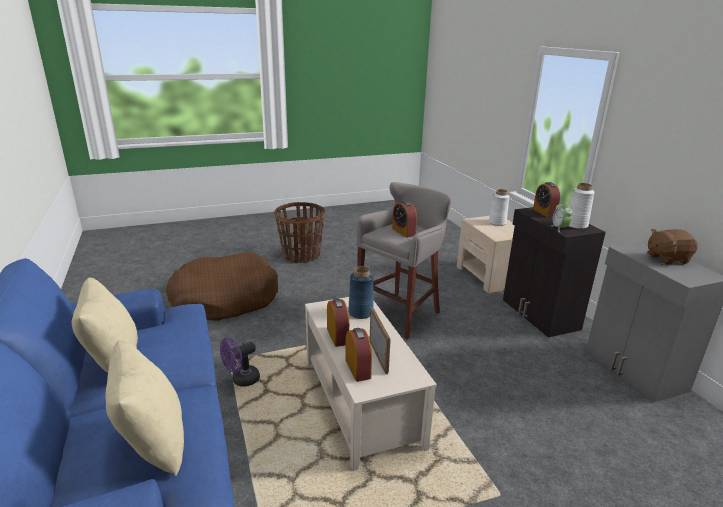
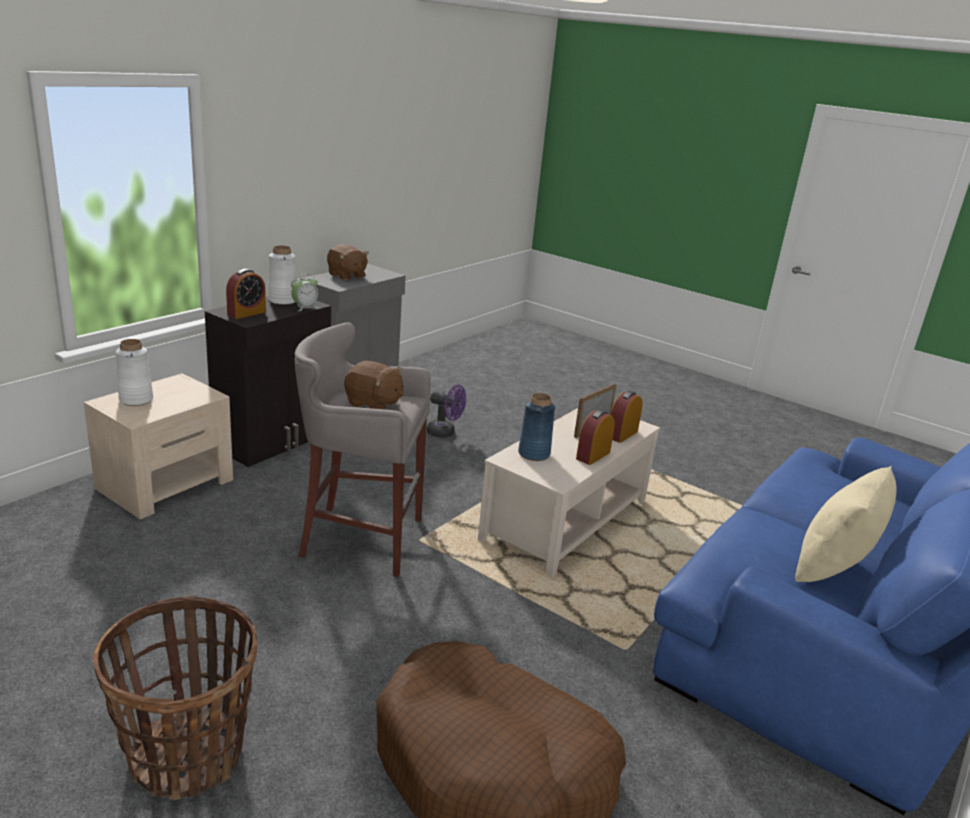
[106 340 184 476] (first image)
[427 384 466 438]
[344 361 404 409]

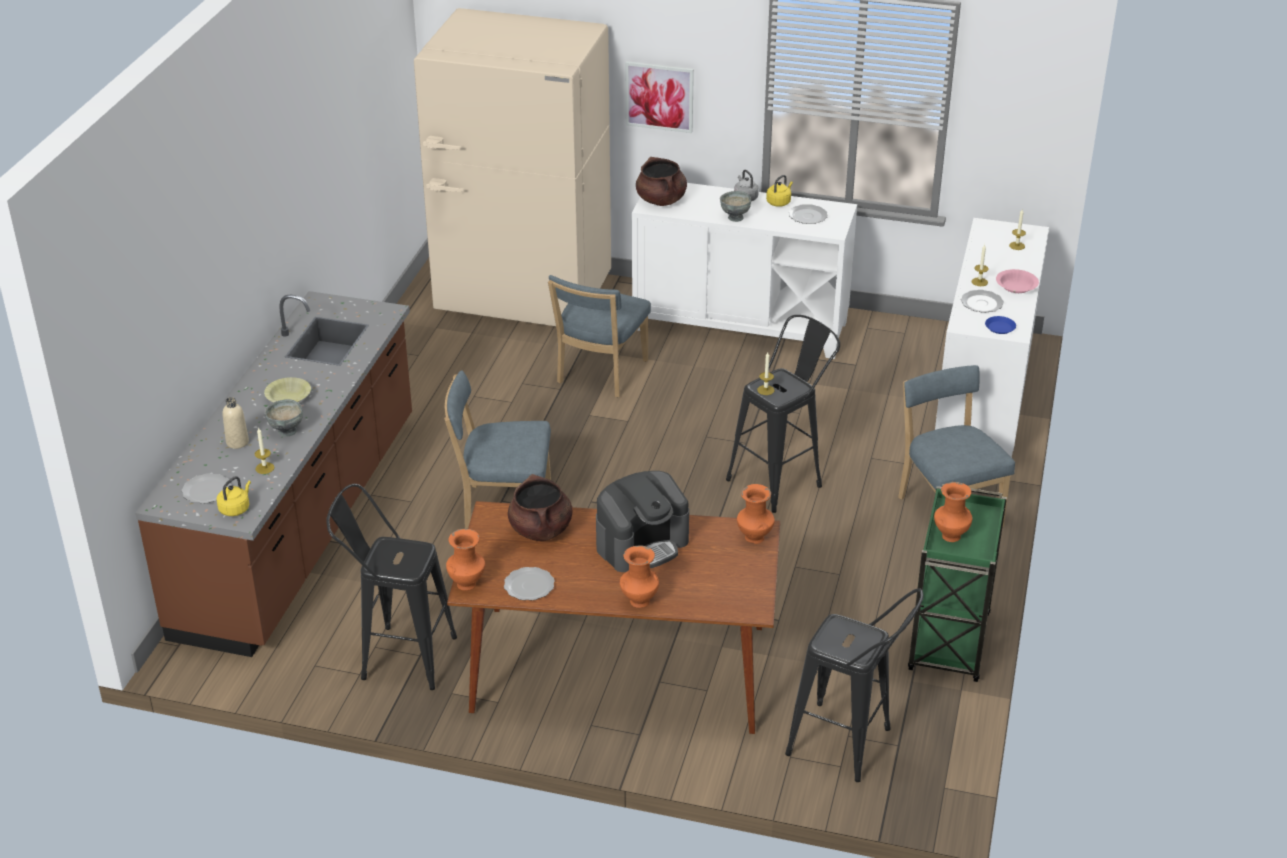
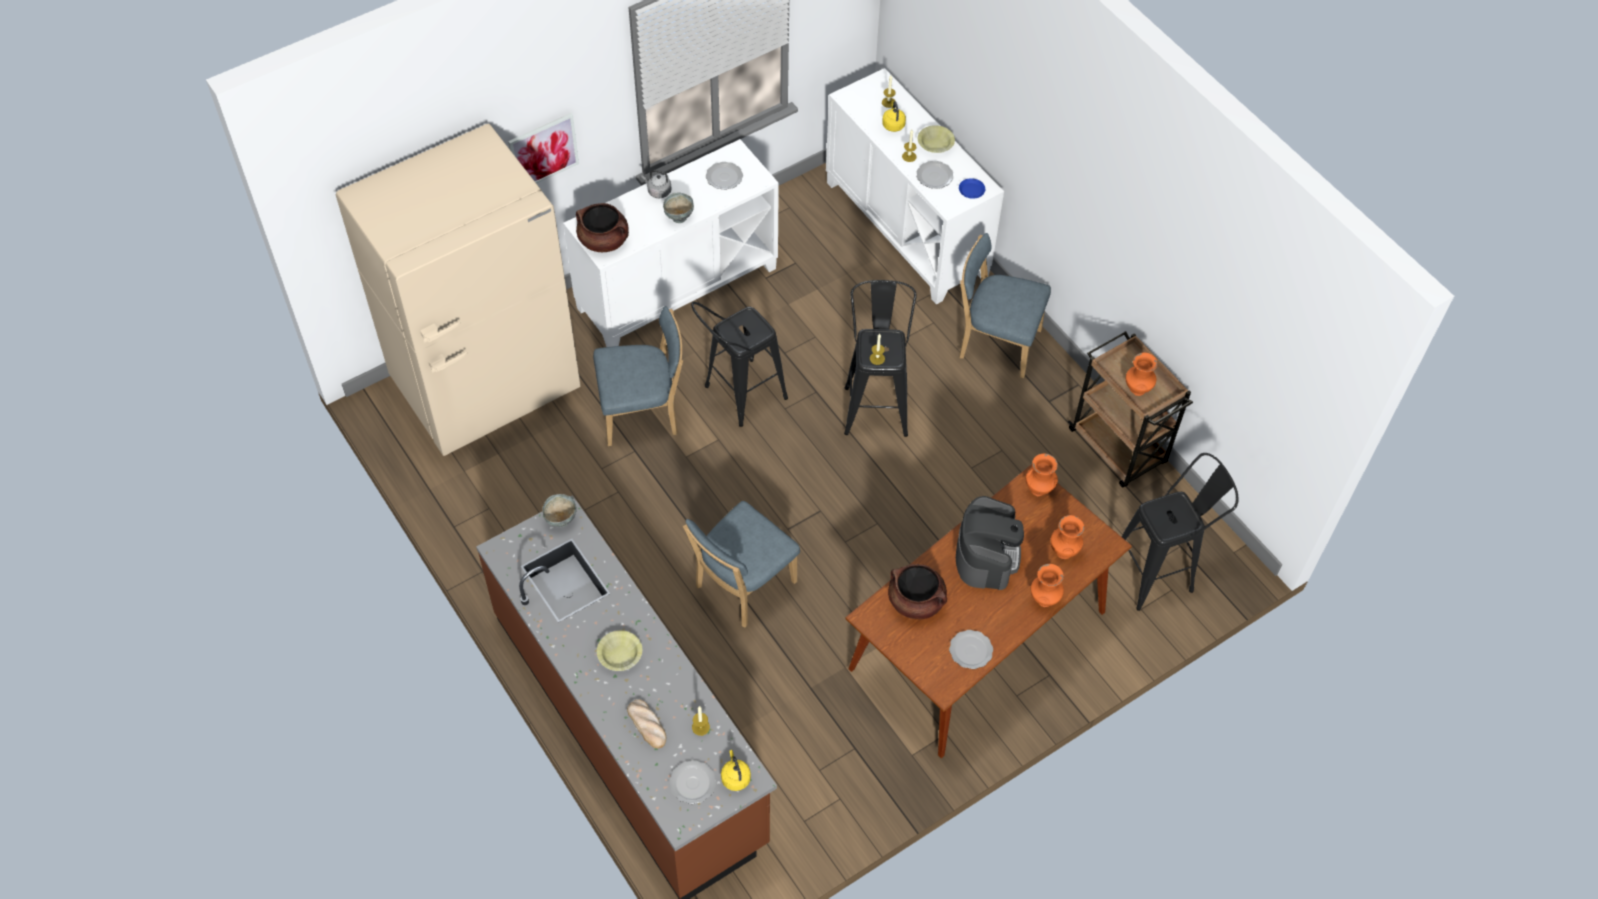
[627 699 666 749]
[542 494 577 527]
[691 302 788 427]
[1051 515 1085 559]
[593 306 683 446]
[882 101 906 132]
[1068 331 1193 487]
[918 125 955 153]

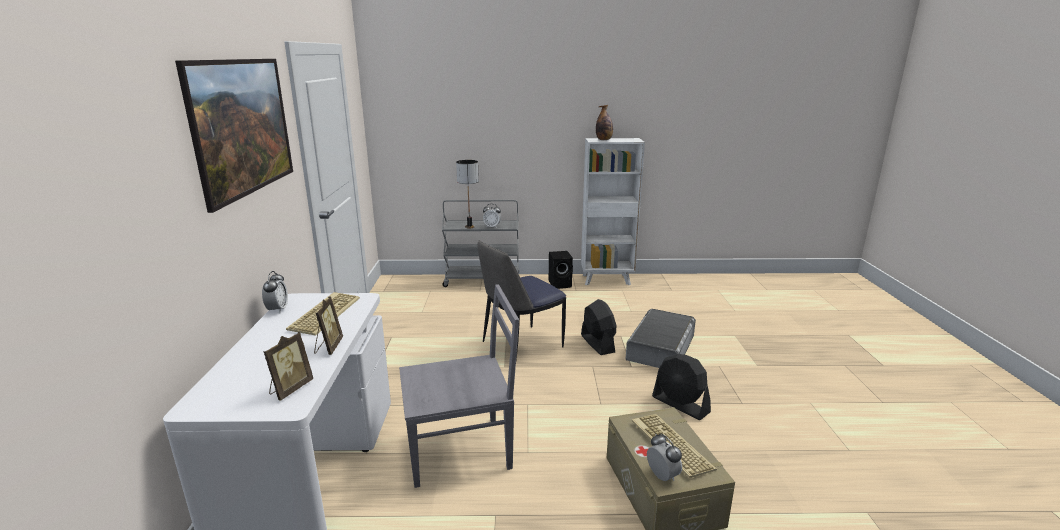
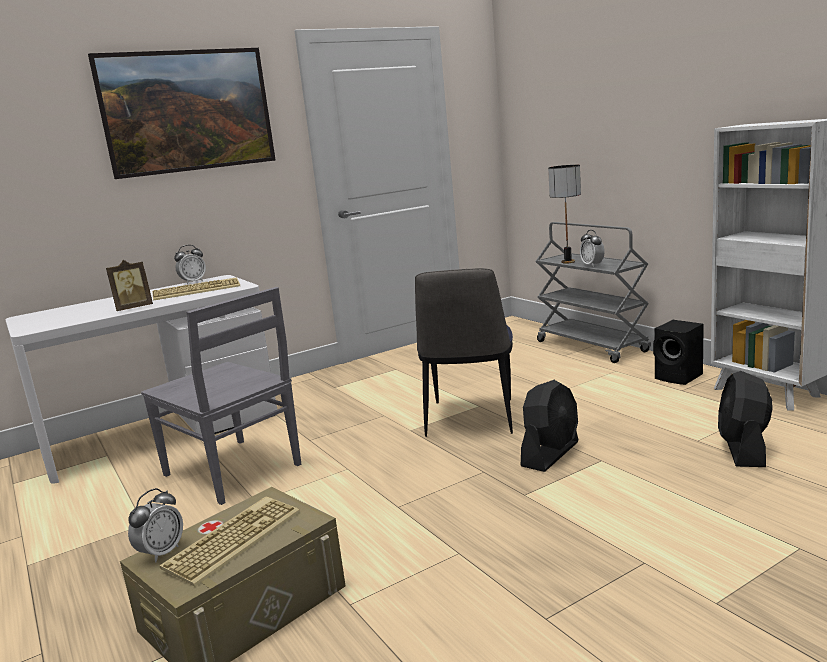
[263 332 313 401] (first image)
[415 268 513 437]
[596 105 613 140] (first image)
[626 309 696 368] (first image)
[718 371 772 467]

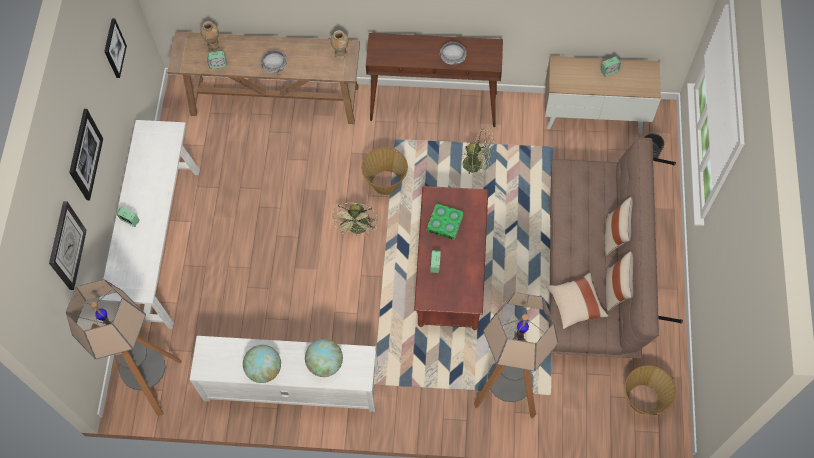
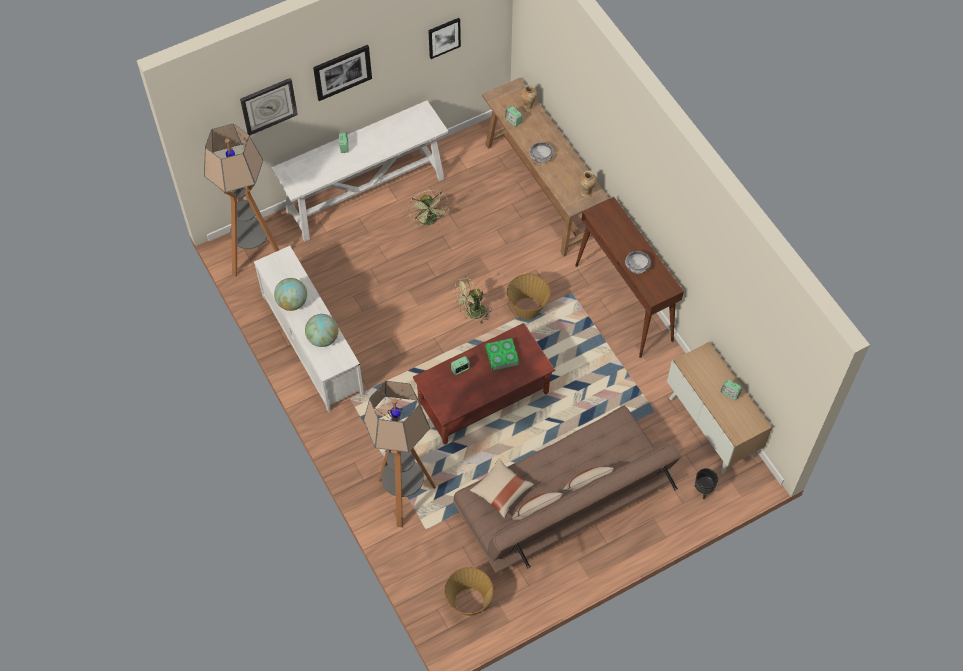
[408 190 449 228]

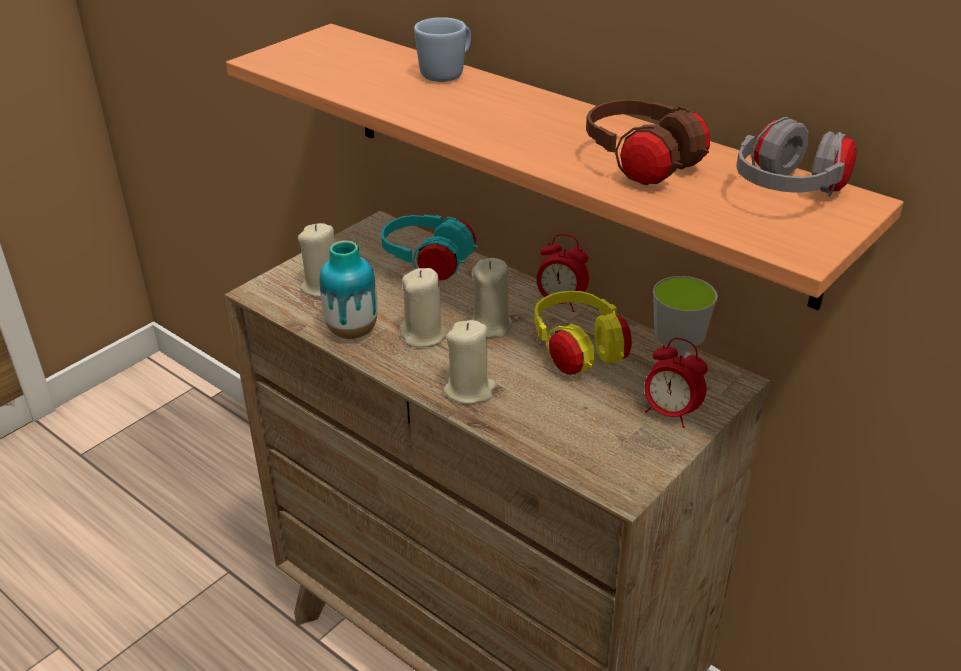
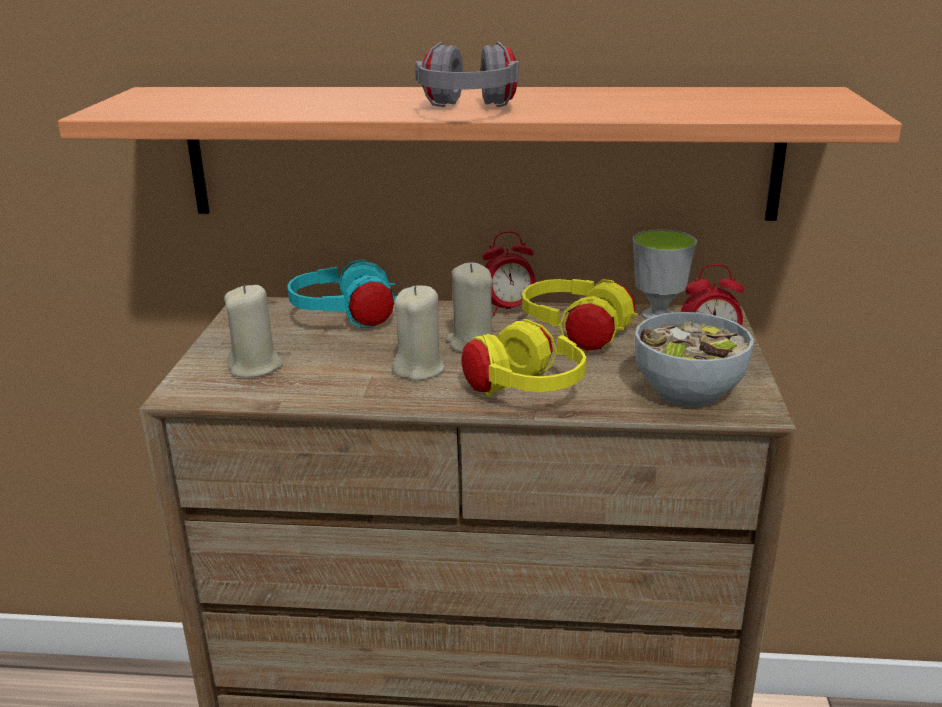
[320 240 377 339] (first image)
[414 17 471 82] (first image)
[461 319 586 397]
[586 99 710 185] (first image)
[415 42 518 107]
[634 312 754 407]

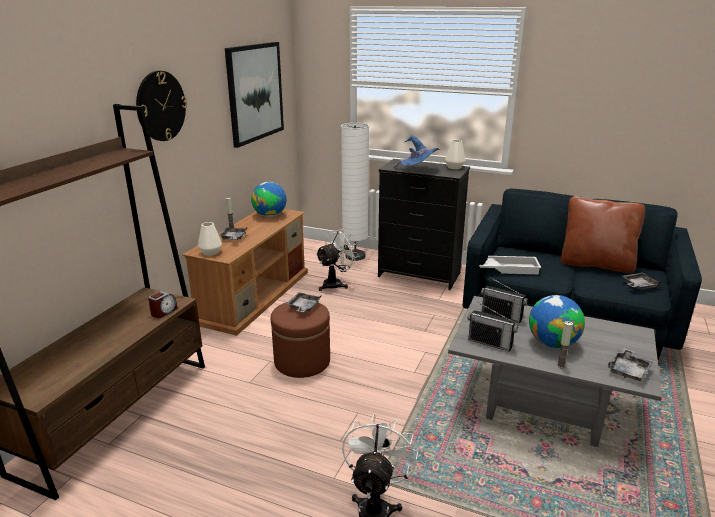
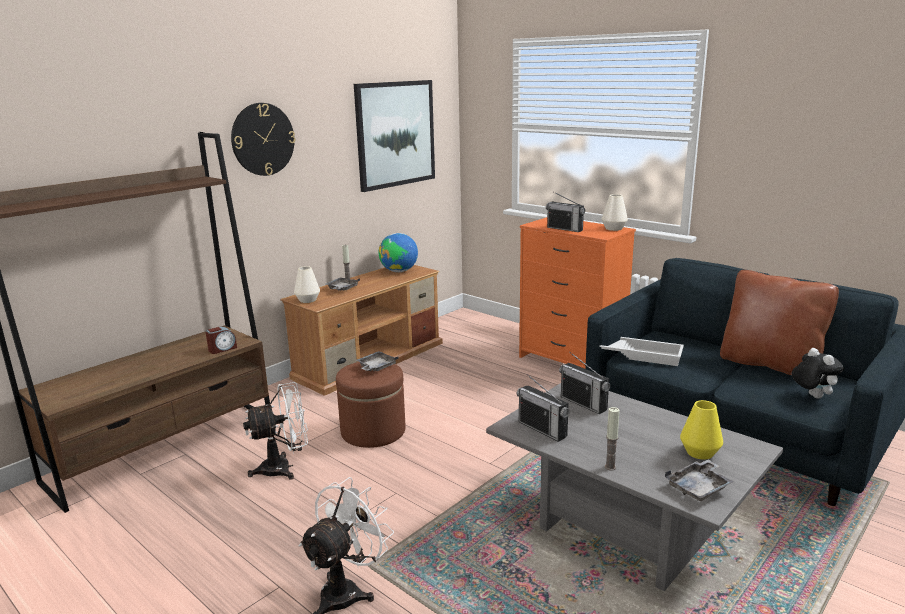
[243 382 308 480]
[341 123 369 261] (first image)
[519 217 636 369]
[546 192 585 232]
[529 295 585 348] (first image)
[792 348 844 399]
[680 400 723 460]

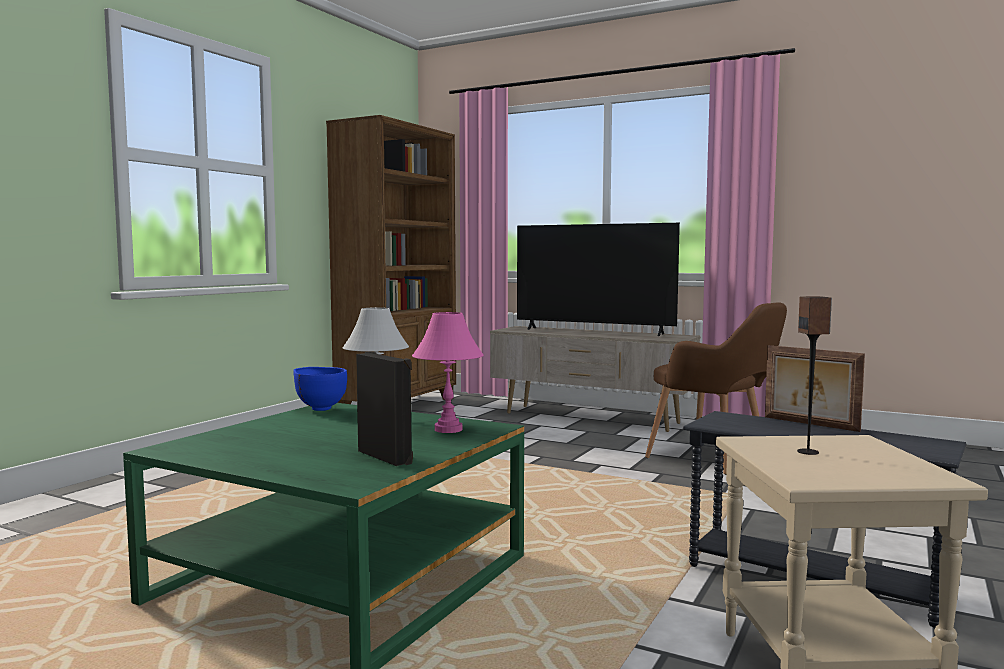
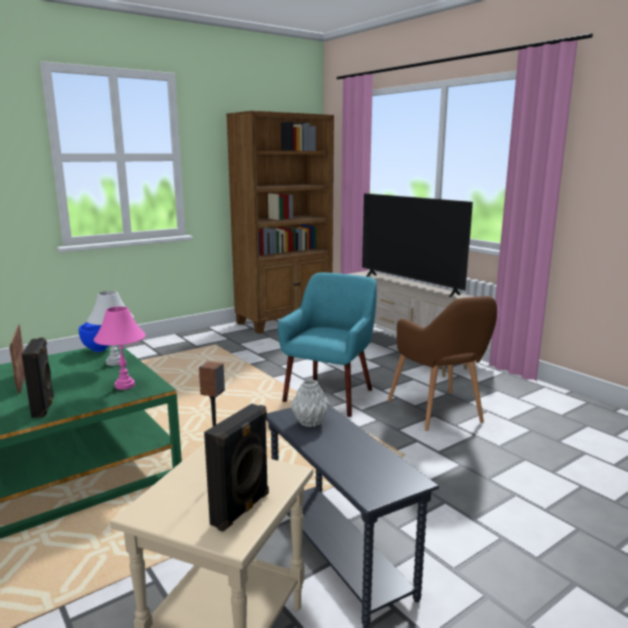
[9 325 25 394]
[204 404 269 532]
[278 272 377 417]
[291 379 330 427]

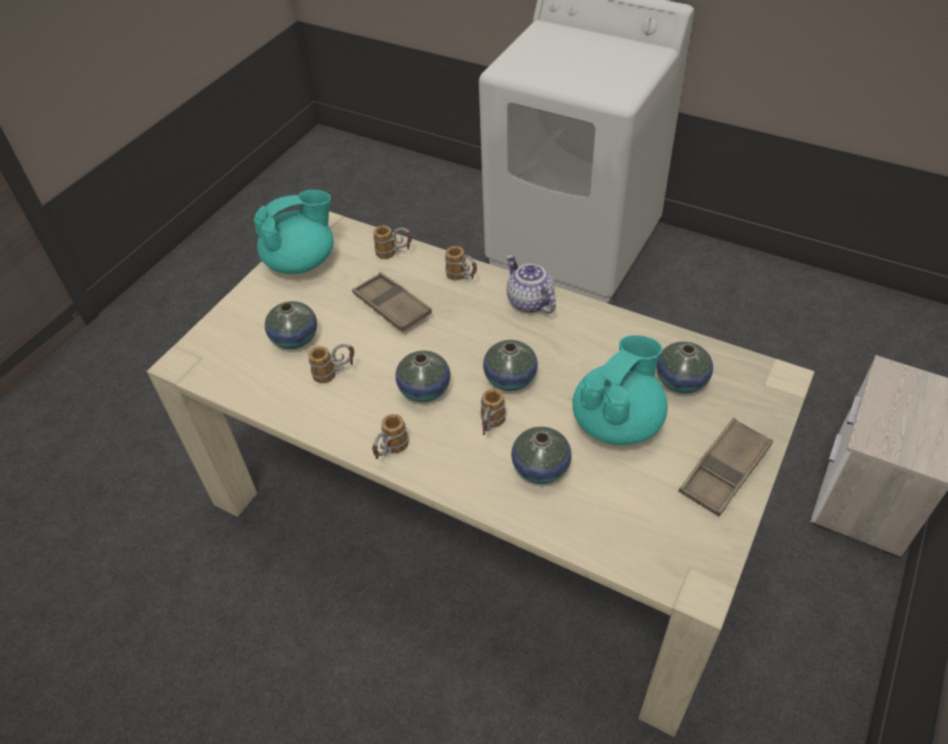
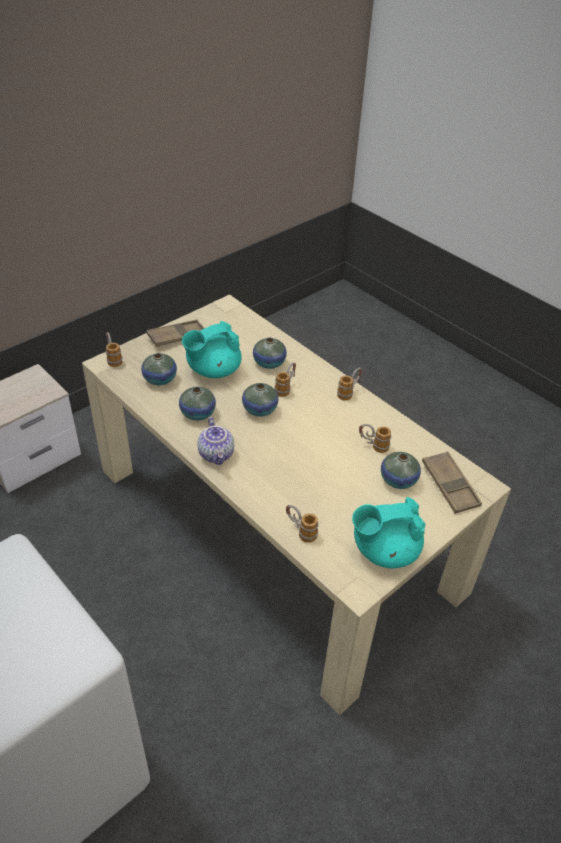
[422 451 482 514]
[179 387 216 421]
[106 332 123 367]

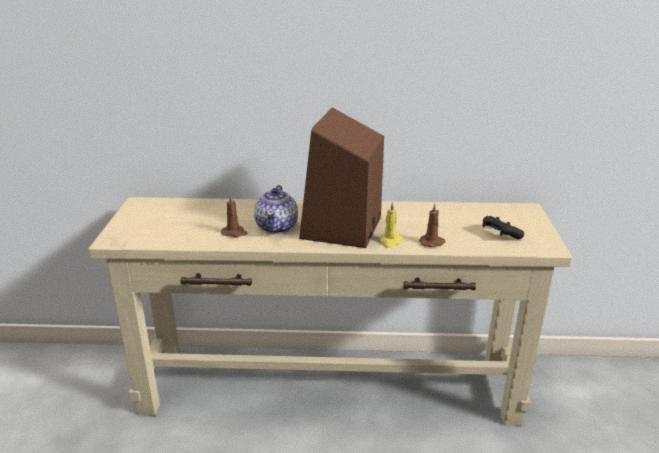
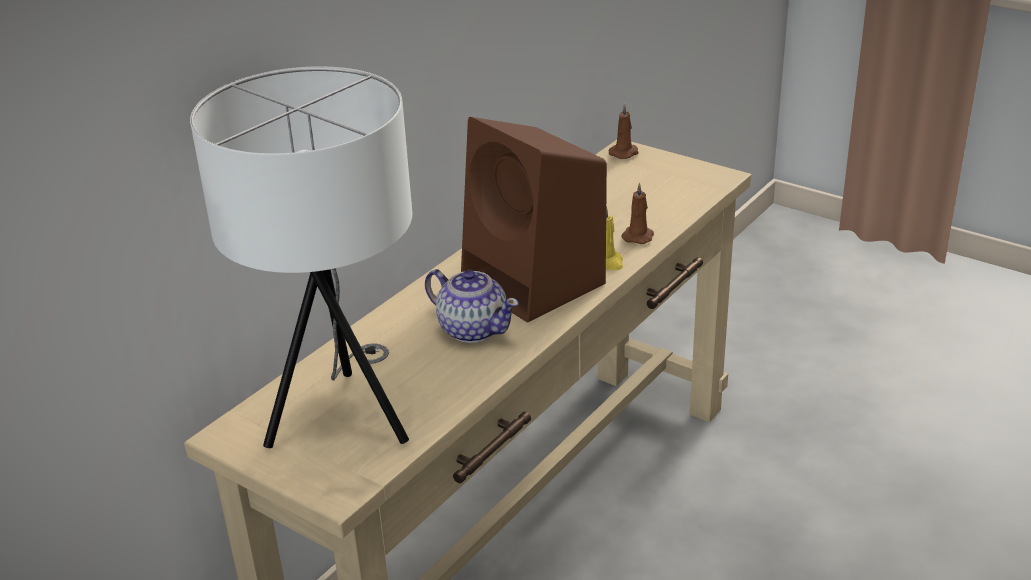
[608 104 639 159]
[483 216 524 239] (first image)
[190 66 413 448]

